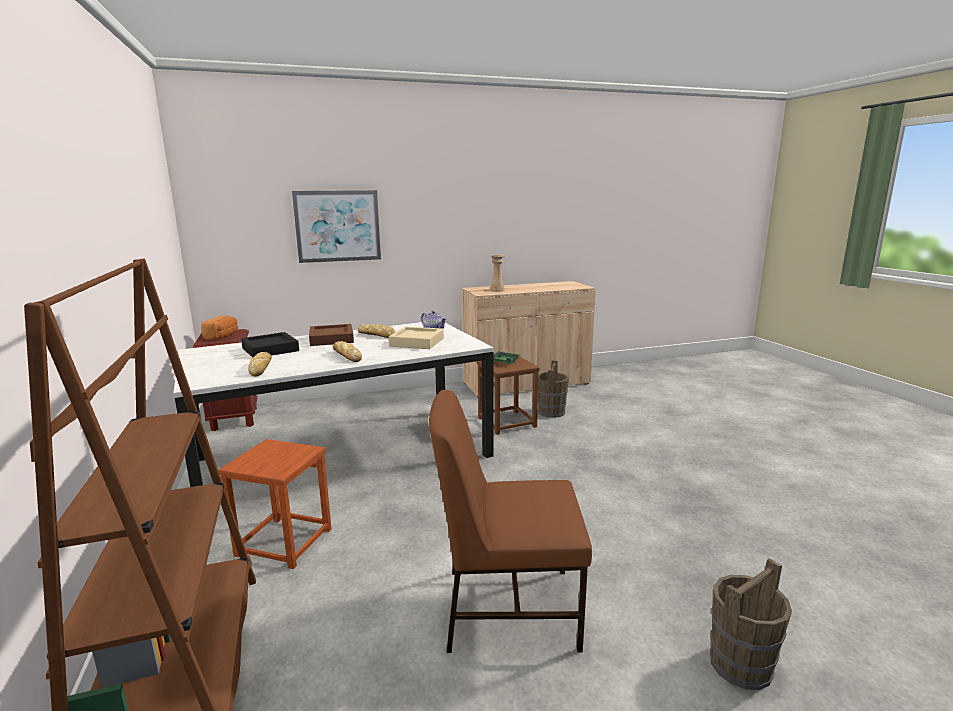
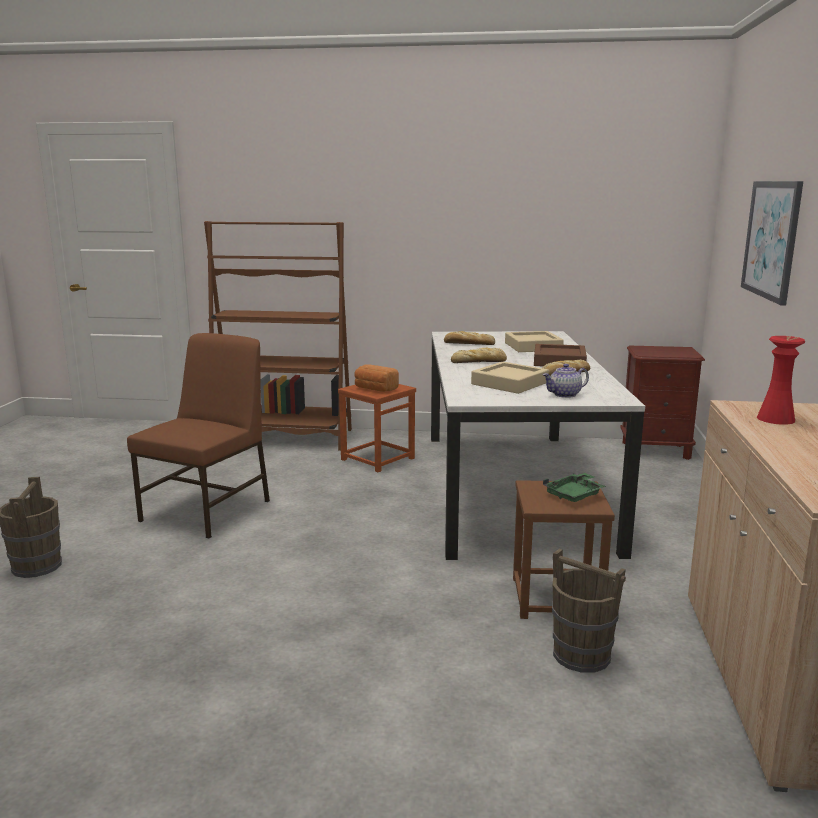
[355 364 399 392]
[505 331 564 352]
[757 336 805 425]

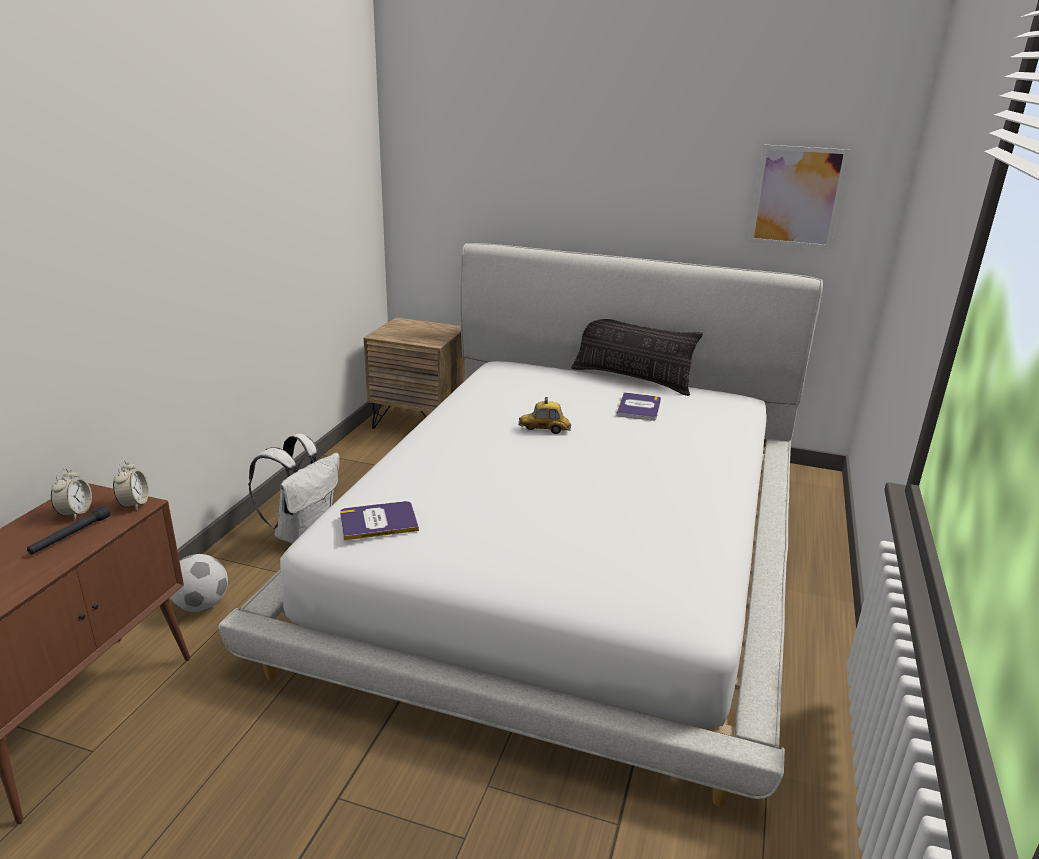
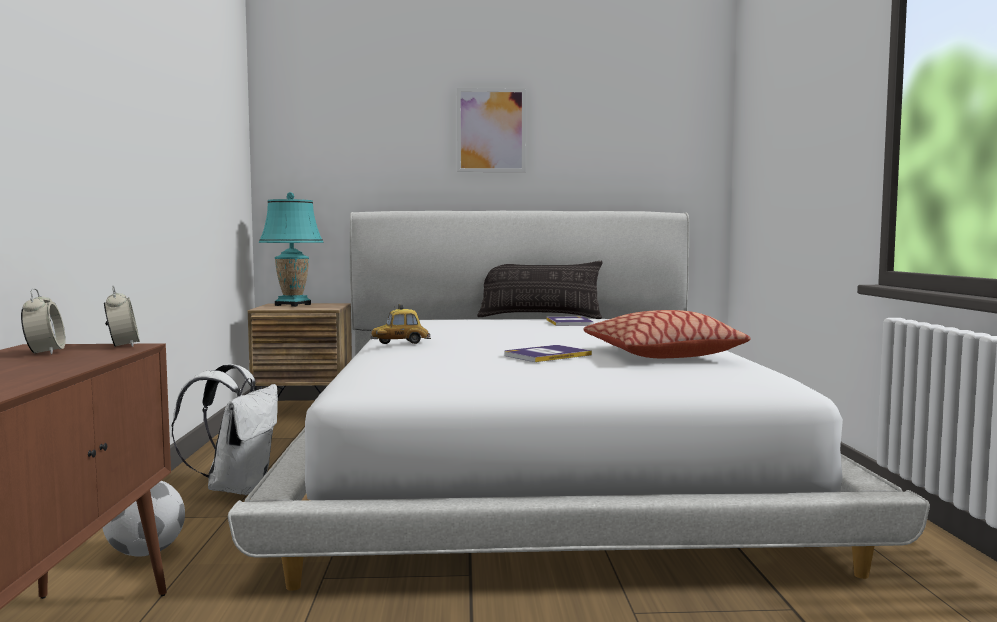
[27 506 110 555] (first image)
[504 345 592 362]
[371 304 431 344]
[457 88 526 172]
[259 192 324 307]
[583 310 750 358]

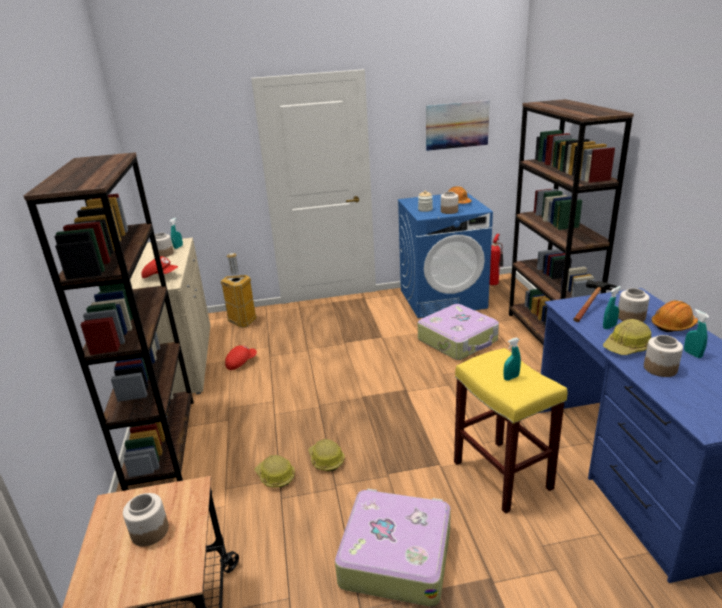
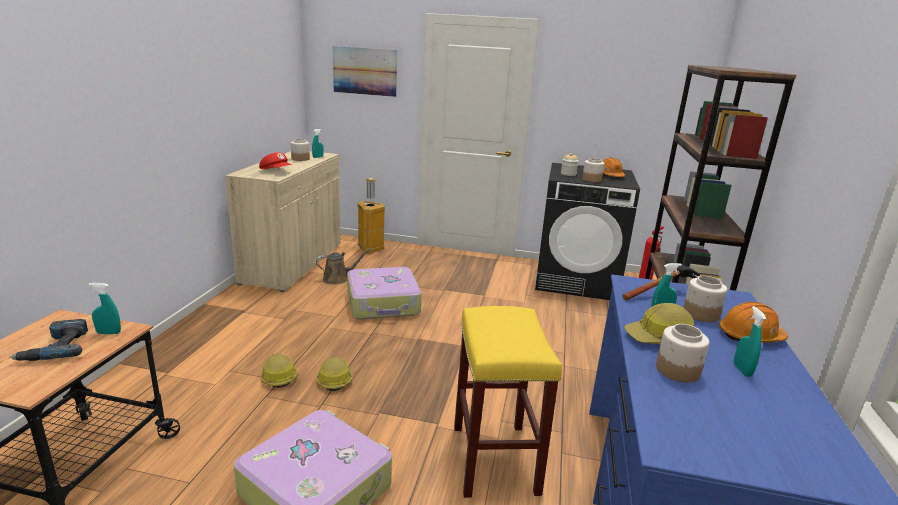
[24 152 194 491] (first image)
[10 319 88 361]
[316 248 370 284]
[535 163 640 300]
[347 267 422 319]
[333 46 397 97]
[89 283 121 334]

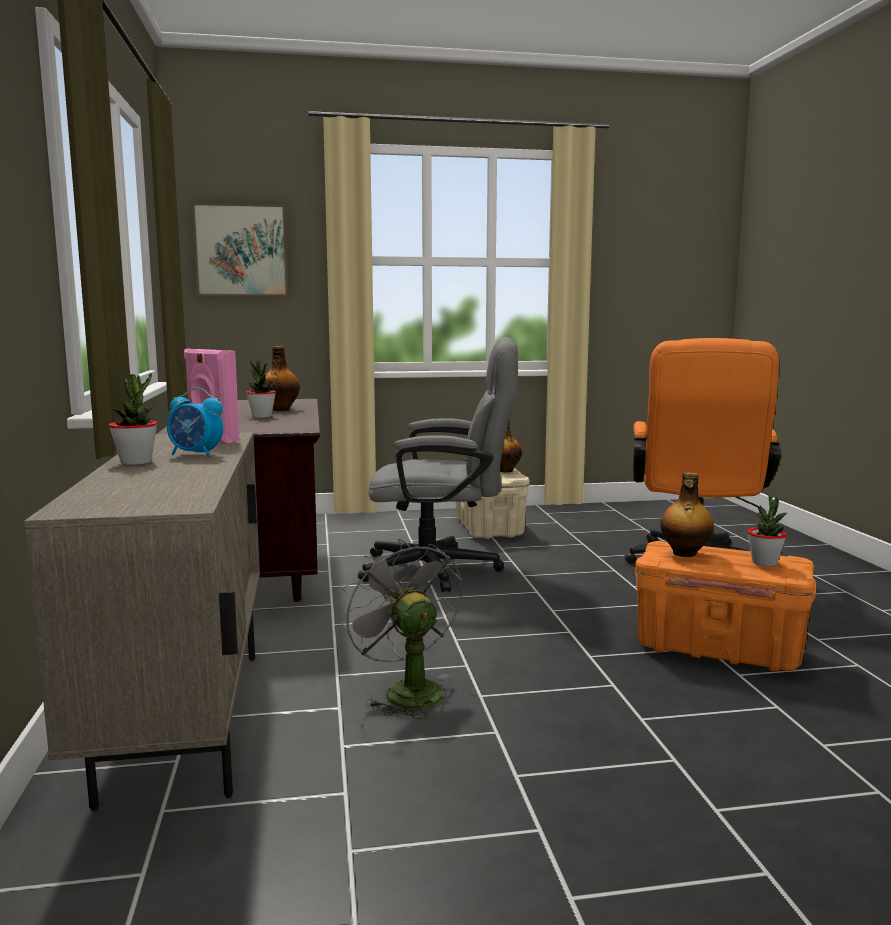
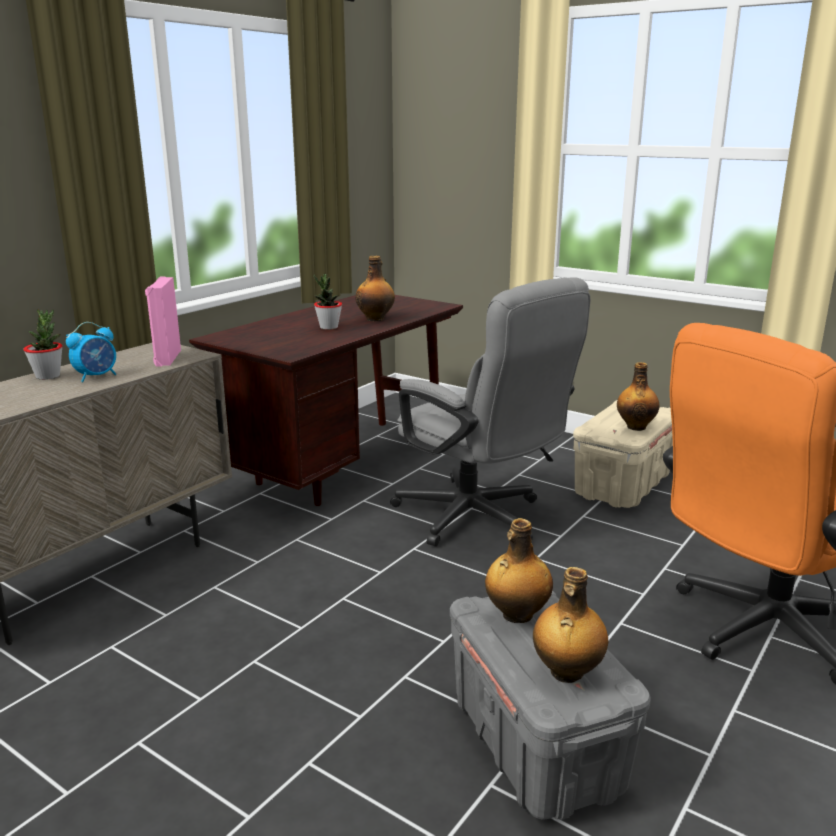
[66 322 116 382]
[192 203 289 297] (first image)
[341 539 462 719] (first image)
[450 590 651 820]
[533 567 609 683]

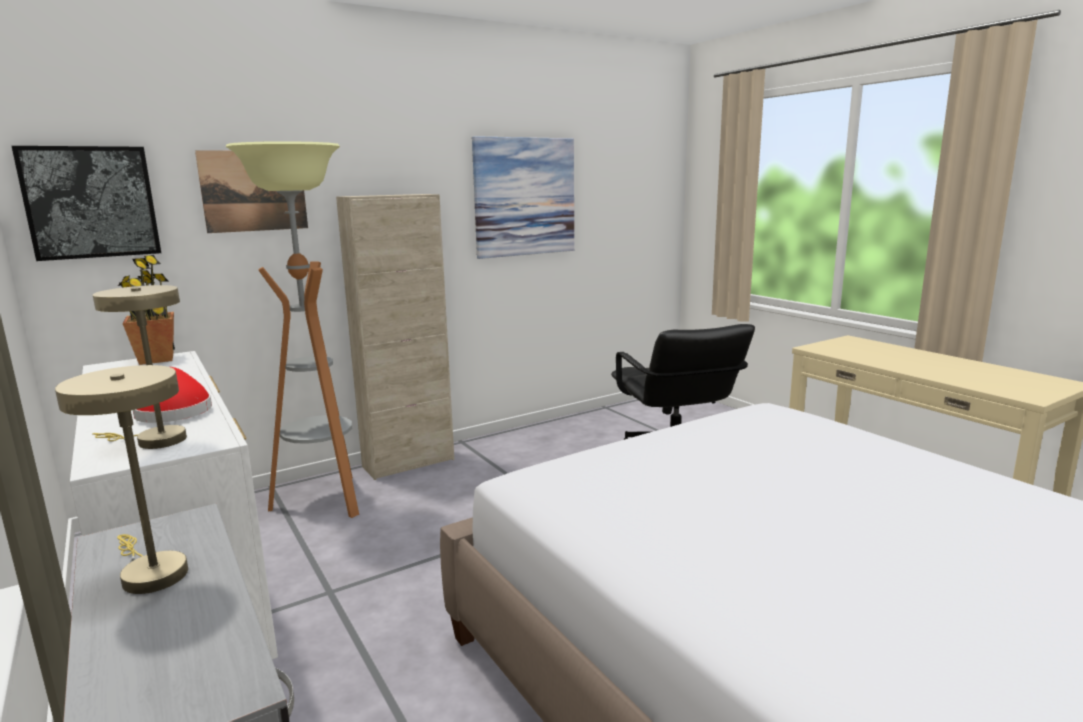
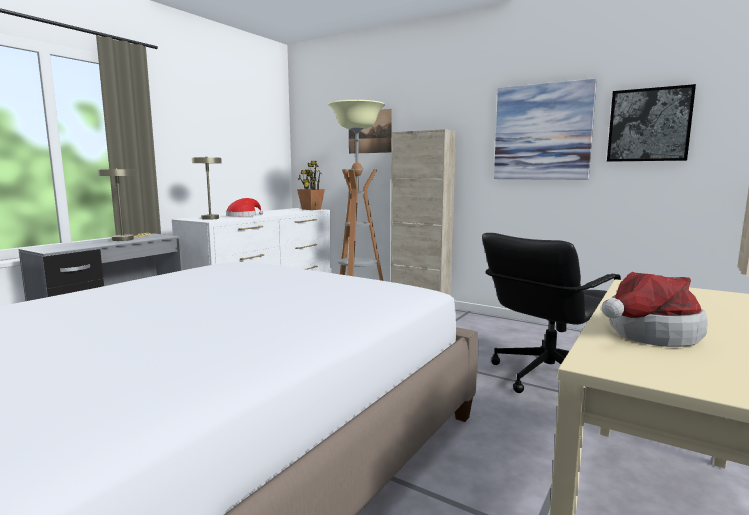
[607 84 696 162]
[602 272 707 347]

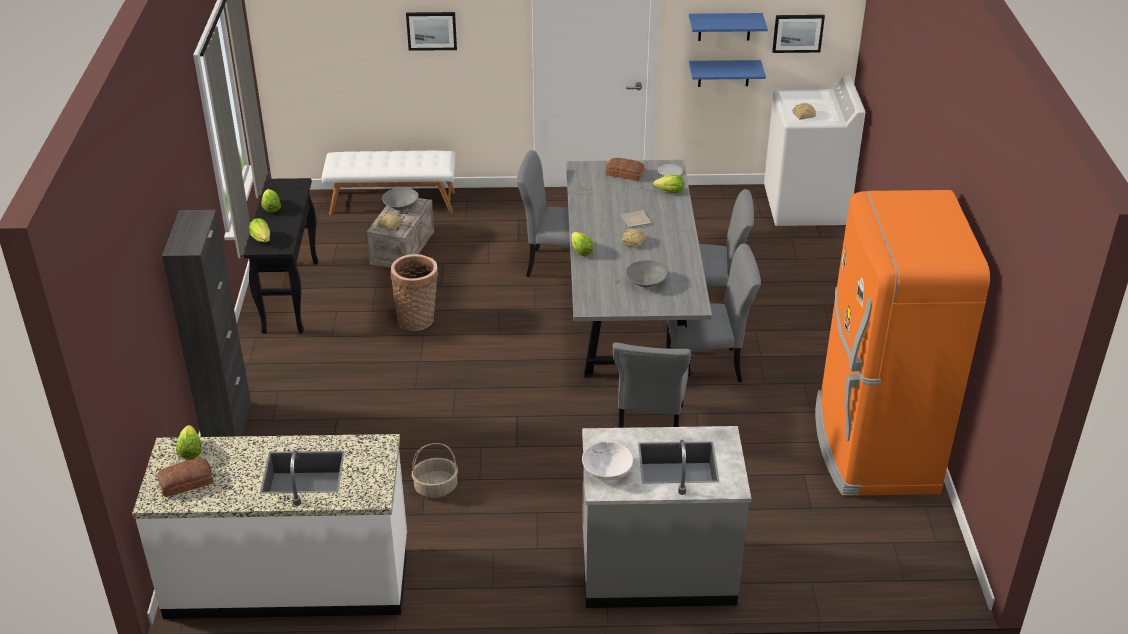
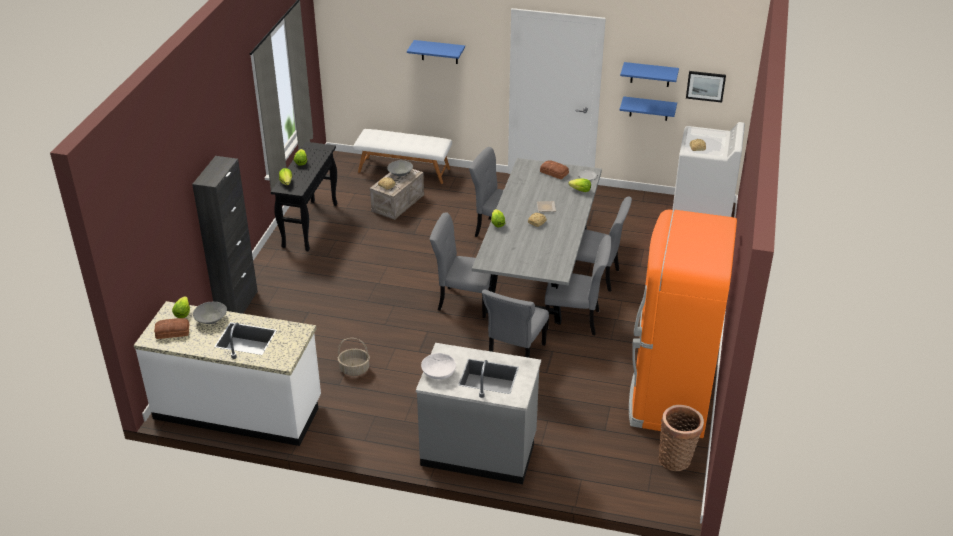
[659 405 704 471]
[407 40 465 64]
[193 301 227 324]
[430 212 491 318]

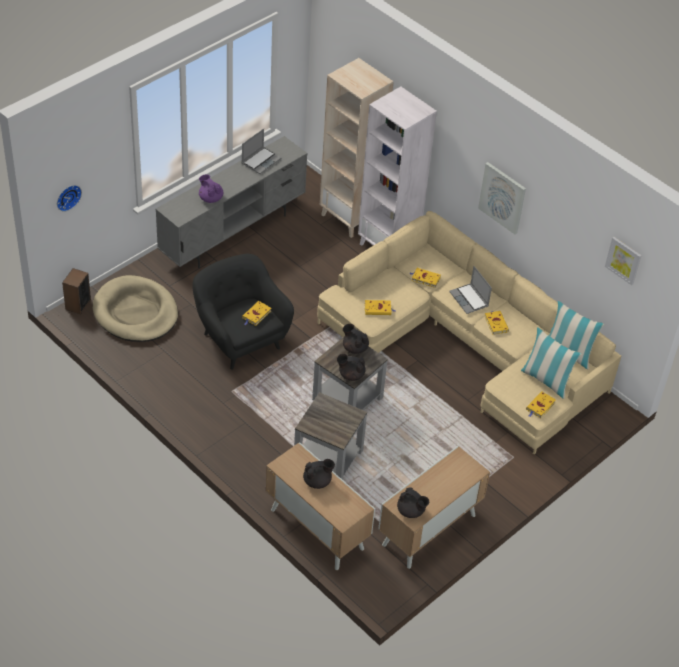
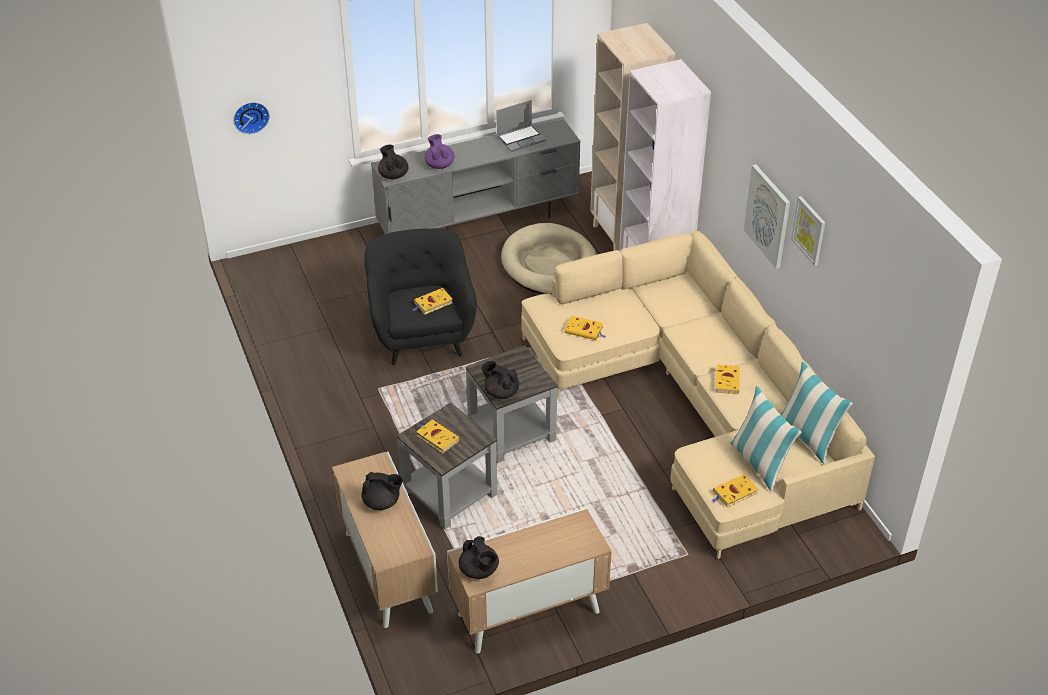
[62 268 91 314] (first image)
[501 223 597 294]
[378 145 409 179]
[416 419 460 454]
[449 266 492 314] (first image)
[791 196 825 266]

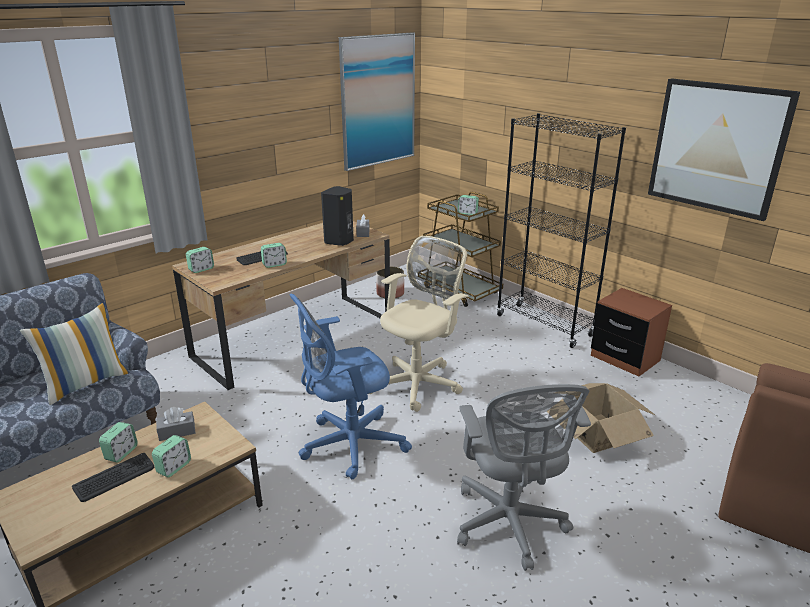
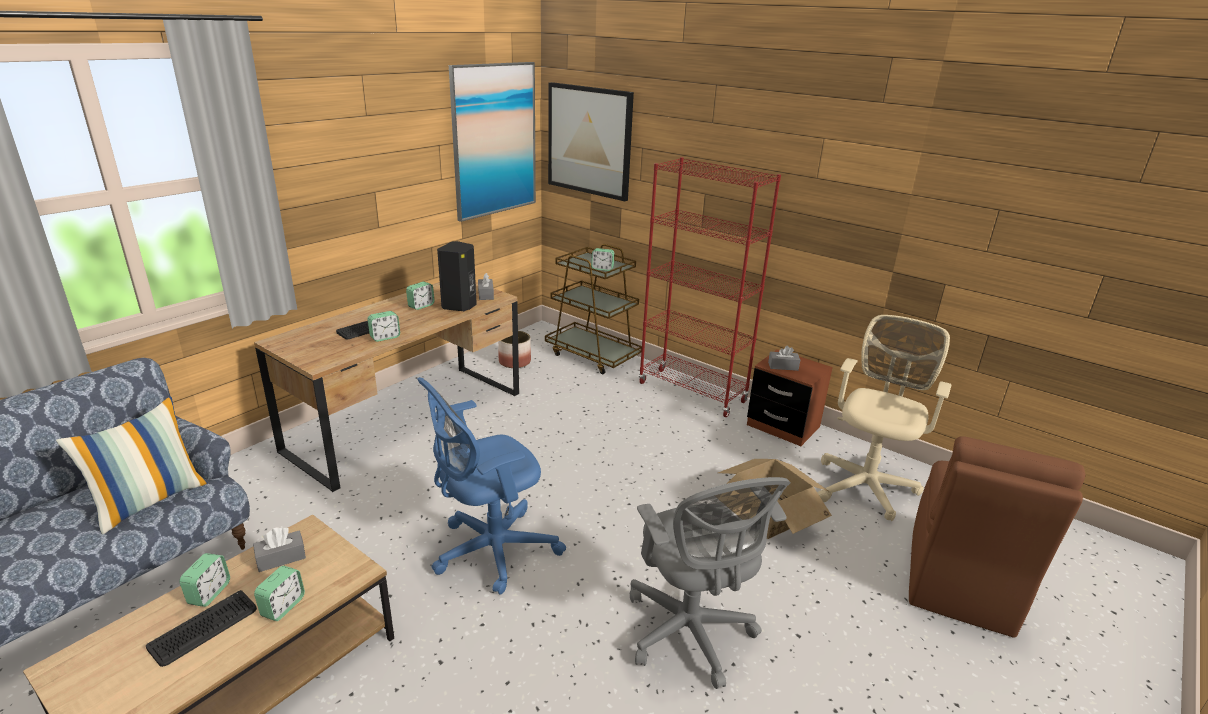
[406 282 435 310]
[818 315 951 521]
[639 157 781 417]
[548 82 634 201]
[768 346 800 371]

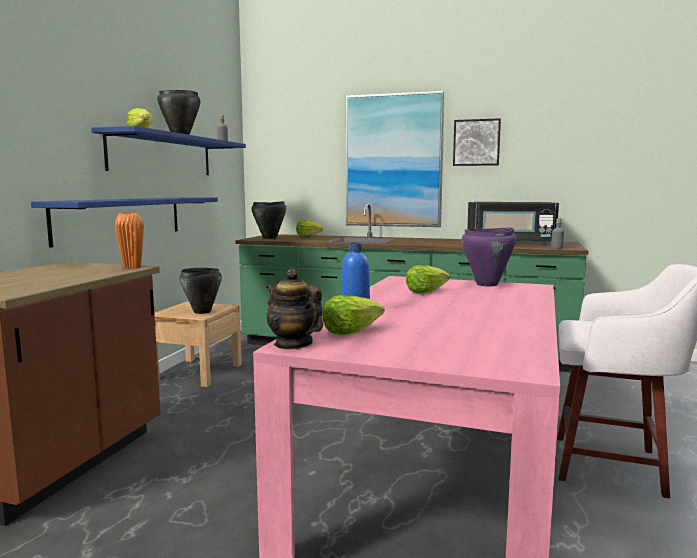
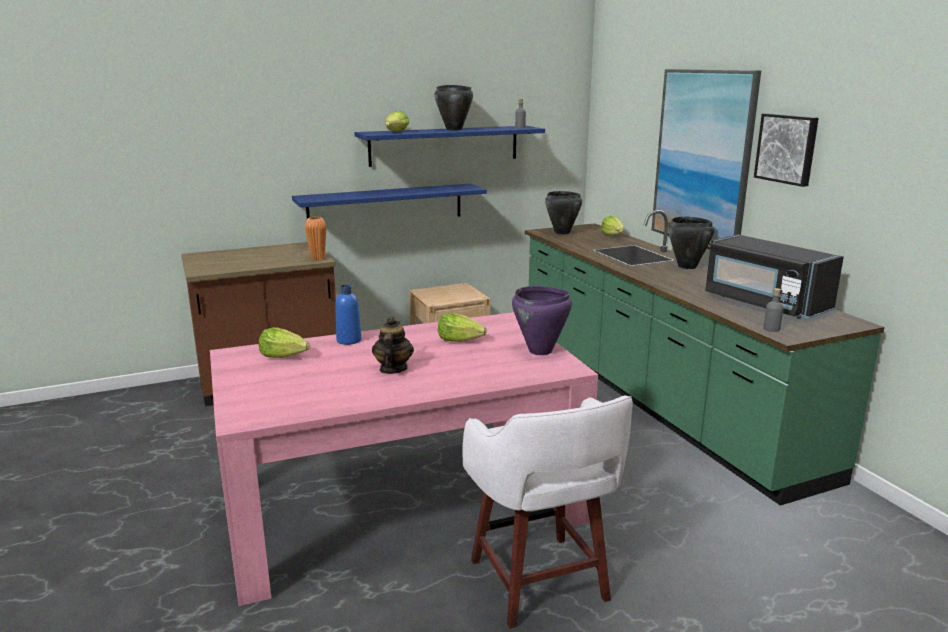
[668 216 714 269]
[372 316 414 374]

